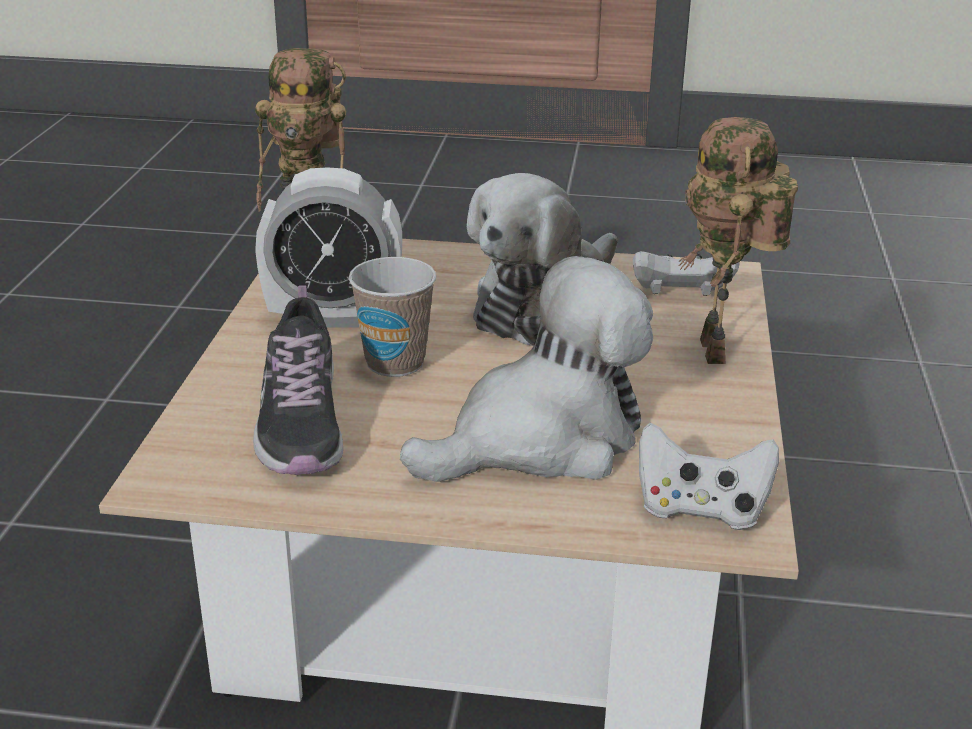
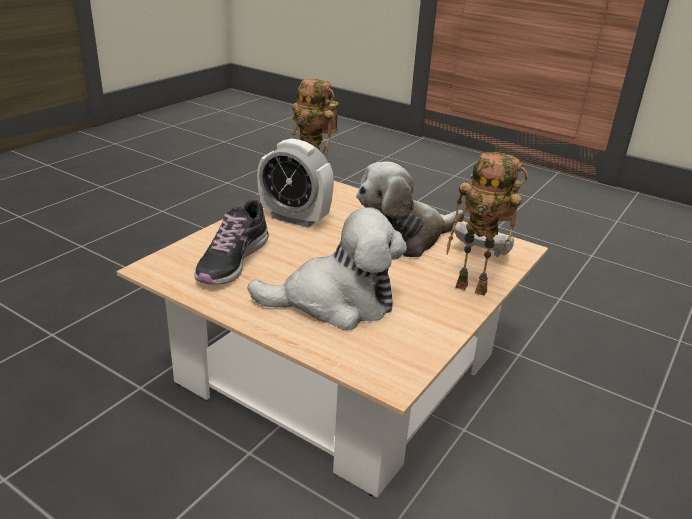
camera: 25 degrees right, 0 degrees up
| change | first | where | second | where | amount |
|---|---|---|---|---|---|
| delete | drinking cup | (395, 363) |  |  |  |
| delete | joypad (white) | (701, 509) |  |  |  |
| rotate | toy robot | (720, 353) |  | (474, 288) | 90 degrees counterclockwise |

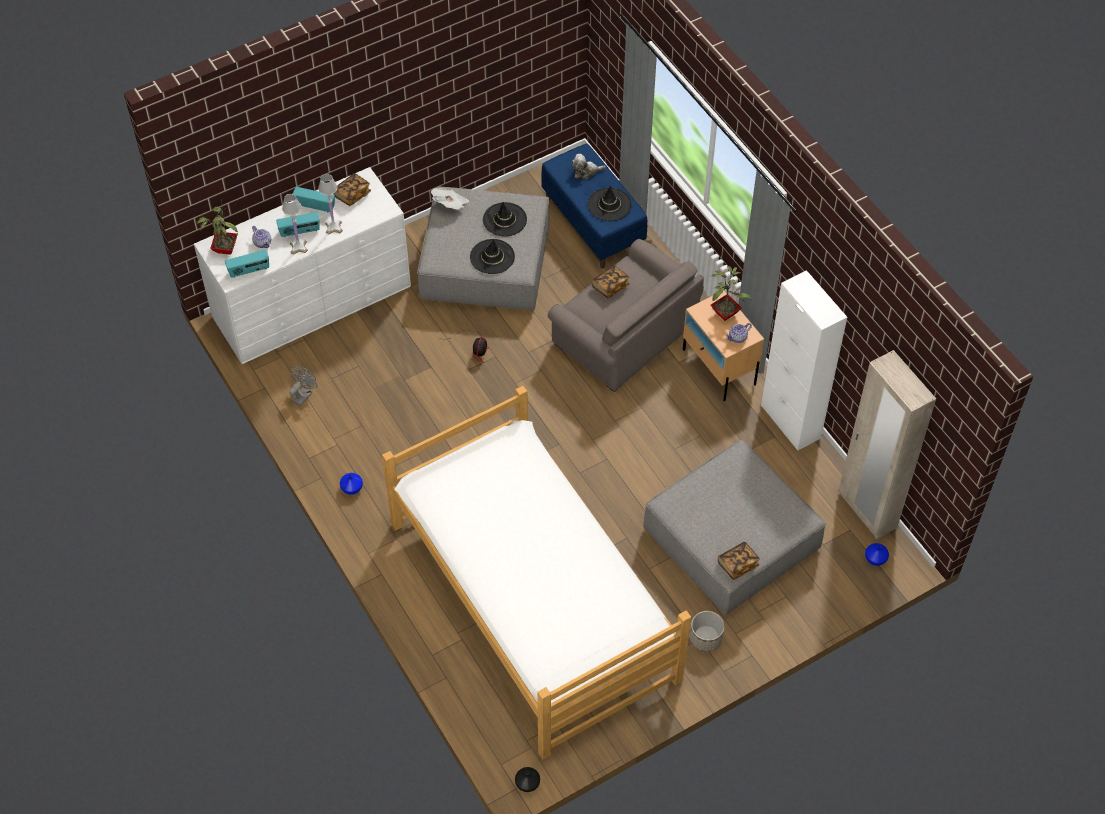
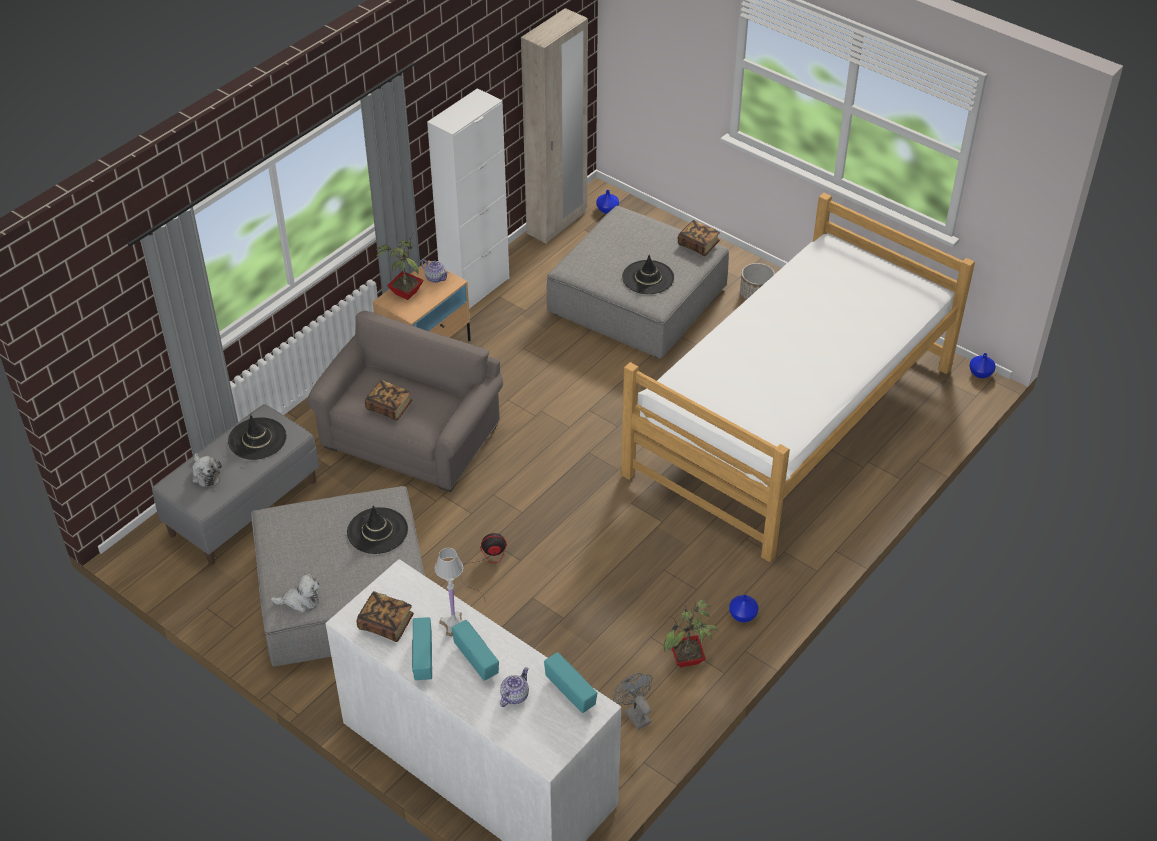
camera: 110 degrees left, 10 degrees down
| change | first | where | second | where | amount |
|---|---|---|---|---|---|
| delete | tabletop lamp (white) | (299, 247) |  |  |  |
| move | plant in a pot | (224, 248) |  | (687, 660) |  |
| move | clothing hat (black-coloured) | (504, 220) |  | (648, 277) |  |
| replace | printed paper | (450, 205) | soft toy | (300, 600) |  |
| recolor | flower vase (black-coloured) | (527, 784) | flower vase (bluish) | (981, 373) |  |
| recolor | long seat (bluish) | (593, 223) | long seat (greyish) | (243, 507) |  |
| rotate | cooling fan (greyish) | (303, 395) |  | (634, 714) | 45 degrees clockwise |

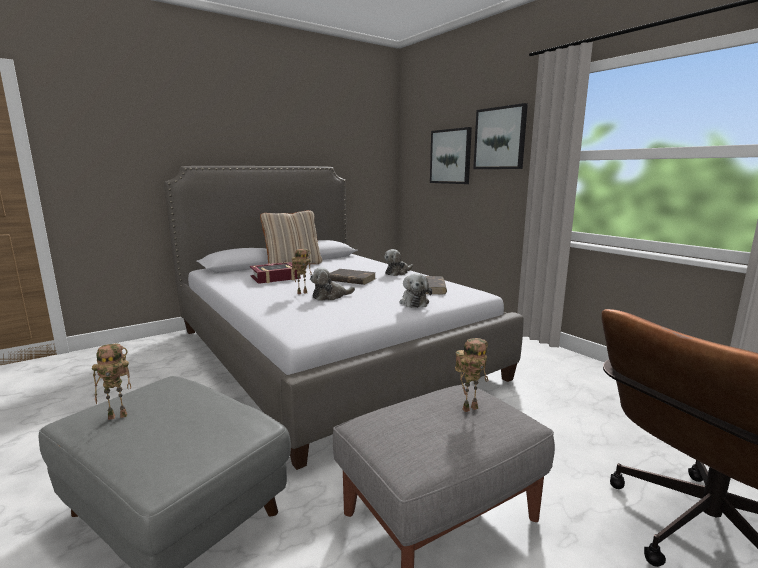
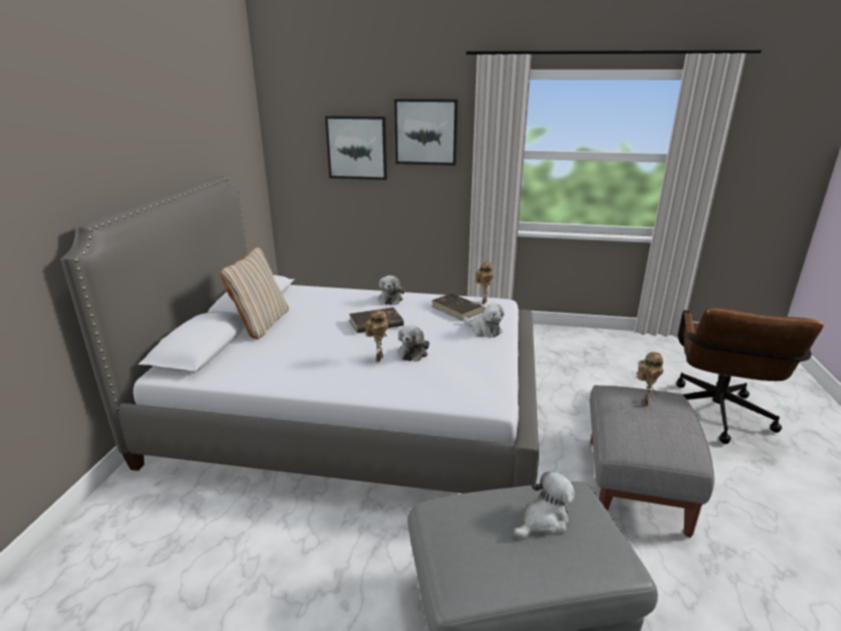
camera: 45 degrees left, 10 degrees up
| change | first | where | second | where | amount |
|---|---|---|---|---|---|
| delete | bound book | (275, 278) |  |  |  |
| insert |  |  | soft toy | (543, 520) |  |
| move | toy robot | (119, 415) |  | (483, 302) |  |

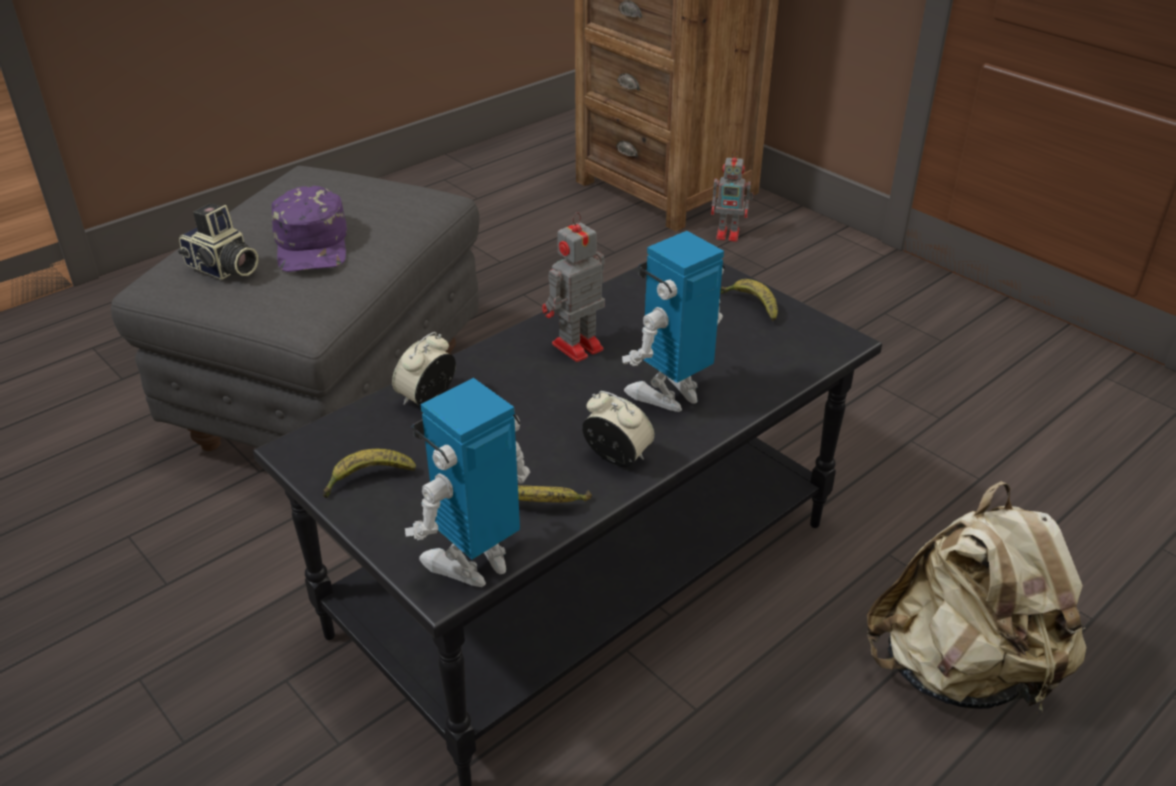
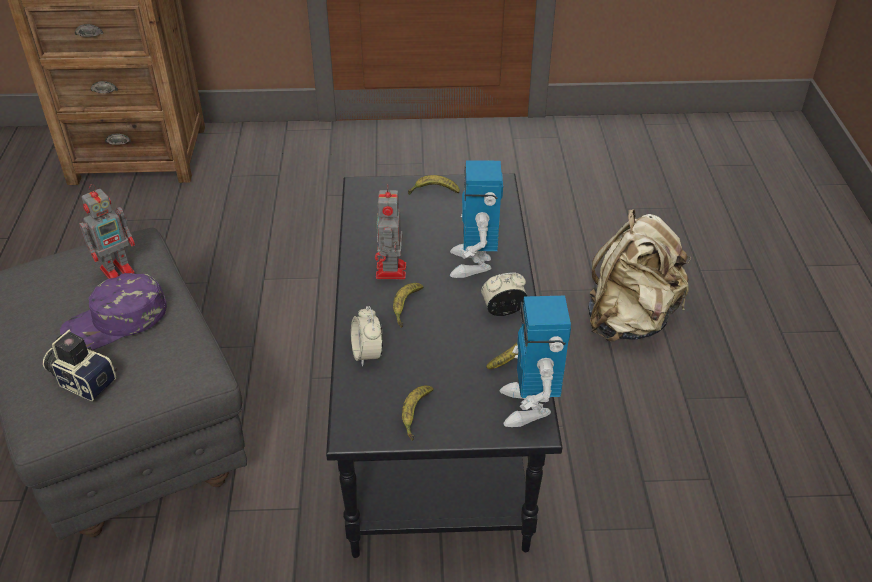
camera: 50 degrees left, 5 degrees up
| change | first | where | second | where | amount |
|---|---|---|---|---|---|
| insert |  |  | banana | (405, 307) |  |
| move | toy robot | (729, 234) |  | (119, 269) |  |
| rotate | photo camera | (223, 269) |  | (83, 380) | 135 degrees counterclockwise |
| rotate | peaked cap (purple-coloured) | (312, 244) |  | (115, 321) | 120 degrees clockwise |

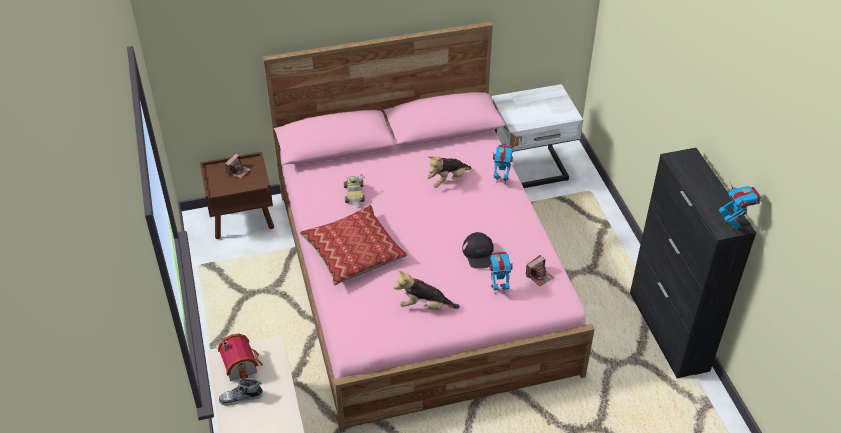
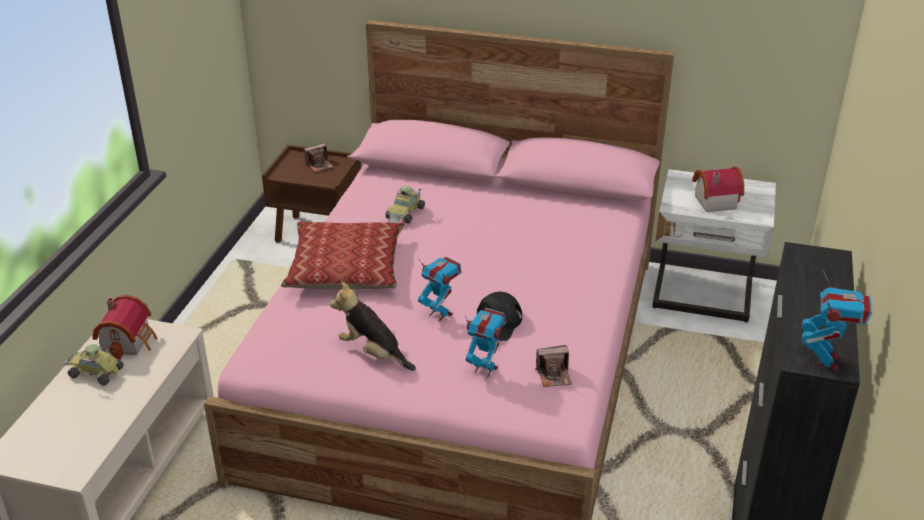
camera: 30 degrees right, 10 degrees down
| change | first | where | second | where | amount |
|---|---|---|---|---|---|
| delete | soft toy | (447, 180) |  |  |  |
| insert |  |  | miniature house | (713, 201) |  |
| move | toy robot | (501, 180) |  | (440, 314) |  |
| replace | item of footwear | (241, 397) | model car | (94, 373) |  |

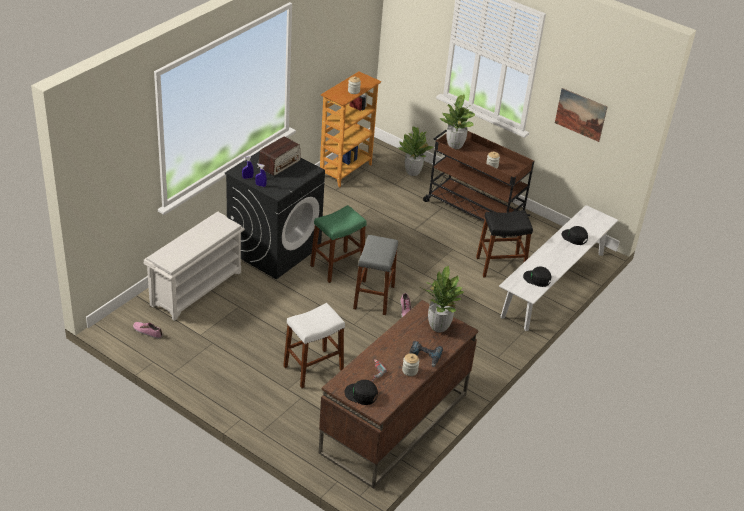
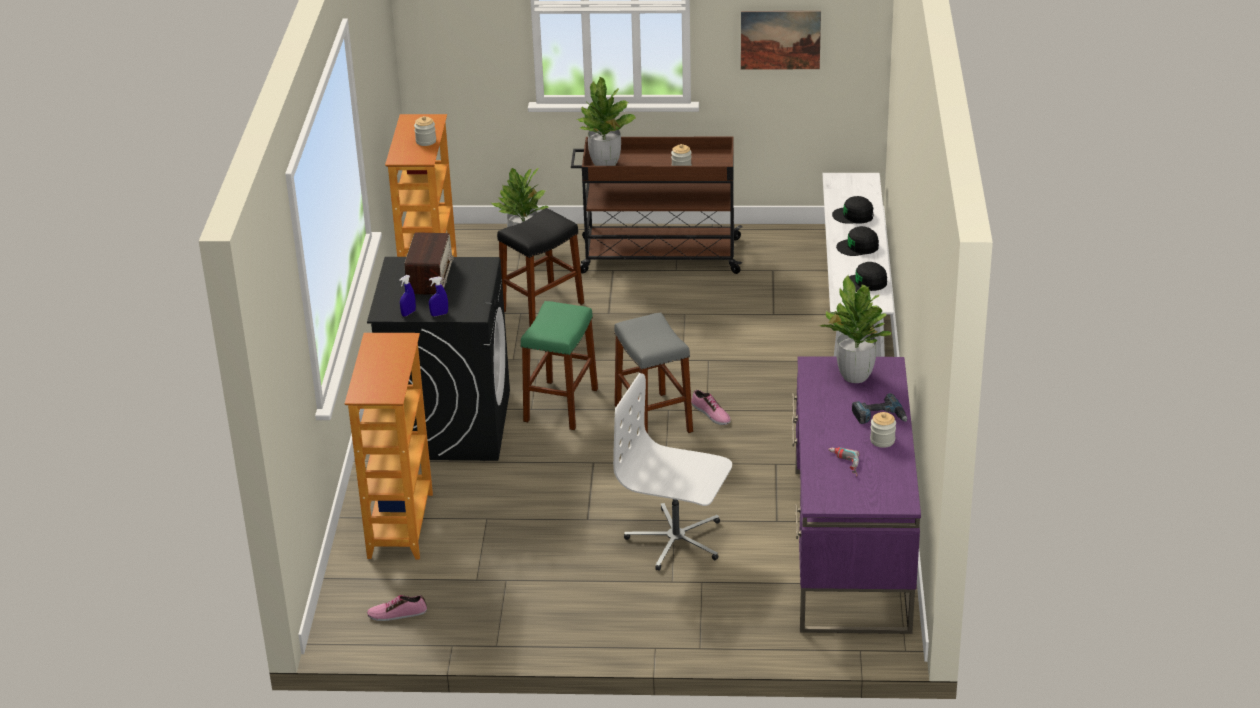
camera: 30 degrees left, 5 degrees down
| change | first | where | second | where | amount |
|---|---|---|---|---|---|
| move | peaked cap (black-coloured) | (361, 394) |  | (858, 247) |  |
| move | stool (black-coloured) | (500, 266) |  | (542, 307) |  |
| replace | shoe shelf (white) | (196, 288) | bookshelf | (399, 525) |  |
| replace | stool (white) | (313, 368) | office chair (white) | (676, 540) |  |
| recolor | desk table (brownish) | (394, 424) | desk table (purple-coloured) | (850, 550) |  |

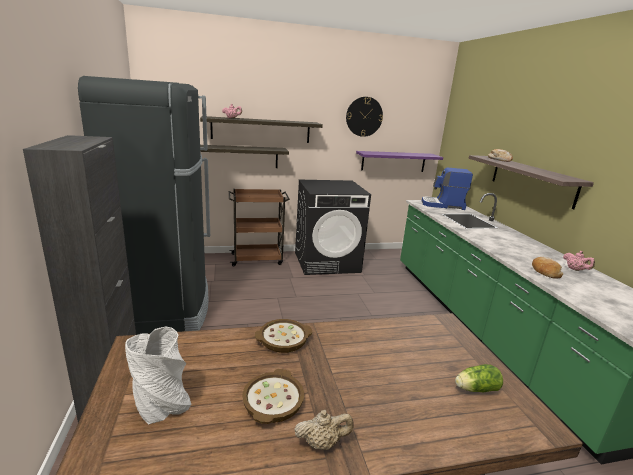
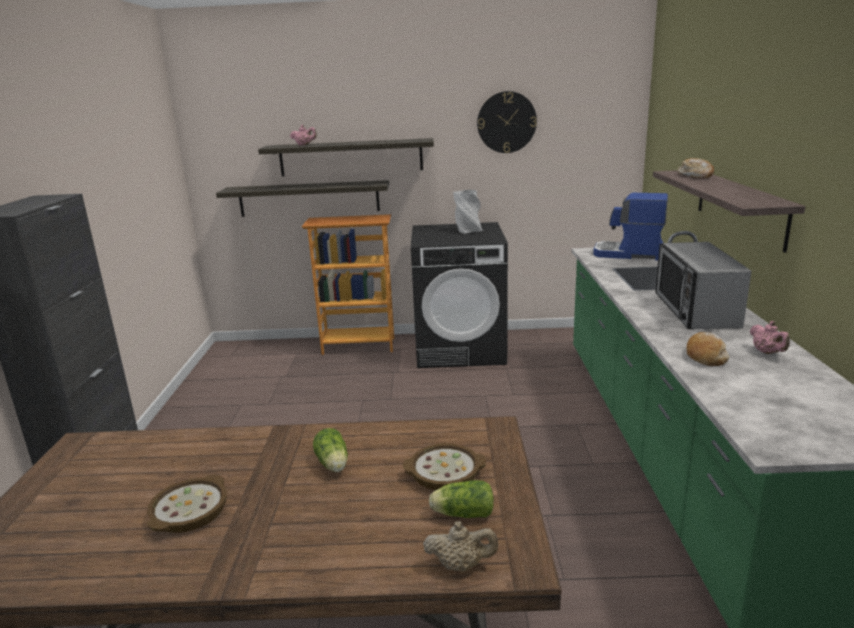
camera: 15 degrees right, 0 degrees up
| change | first | where | second | where | amount |
|---|---|---|---|---|---|
| delete | refrigerator (black-coloured) | (166, 307) |  |  |  |
| delete | bracket shelf (purple-coloured) | (393, 161) |  |  |  |
| insert |  |  | head of lettuce | (333, 464) |  |
| insert |  |  | microwave | (695, 310) |  |
| move | flower vase (greyish) | (162, 405) |  | (468, 230) |  |
| move | bowl | (283, 340) |  | (445, 474) |  |
| move | teapot (sand-coloured) | (322, 443) |  | (461, 565) |  |
| replace | trolley (brownish) | (257, 259) | bookshelf | (359, 346) |  |

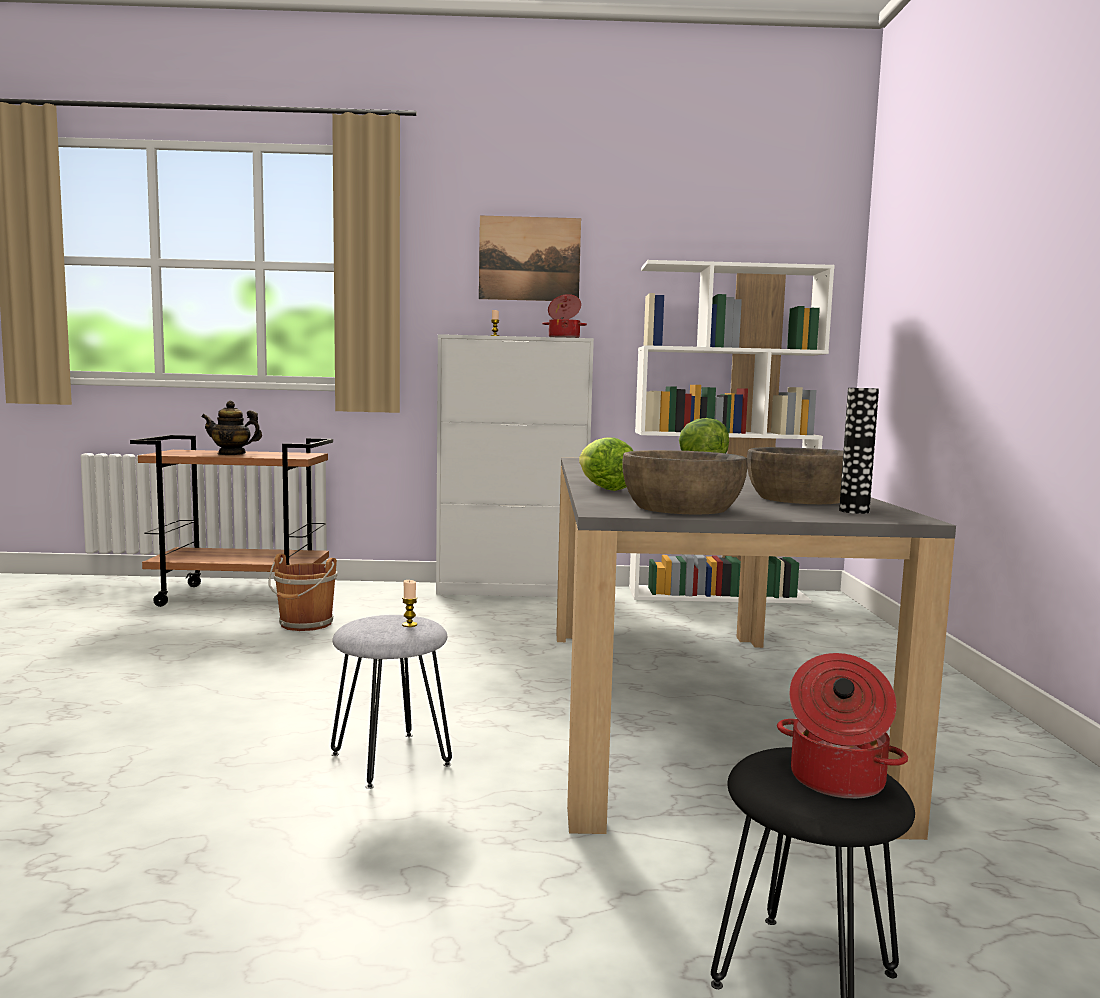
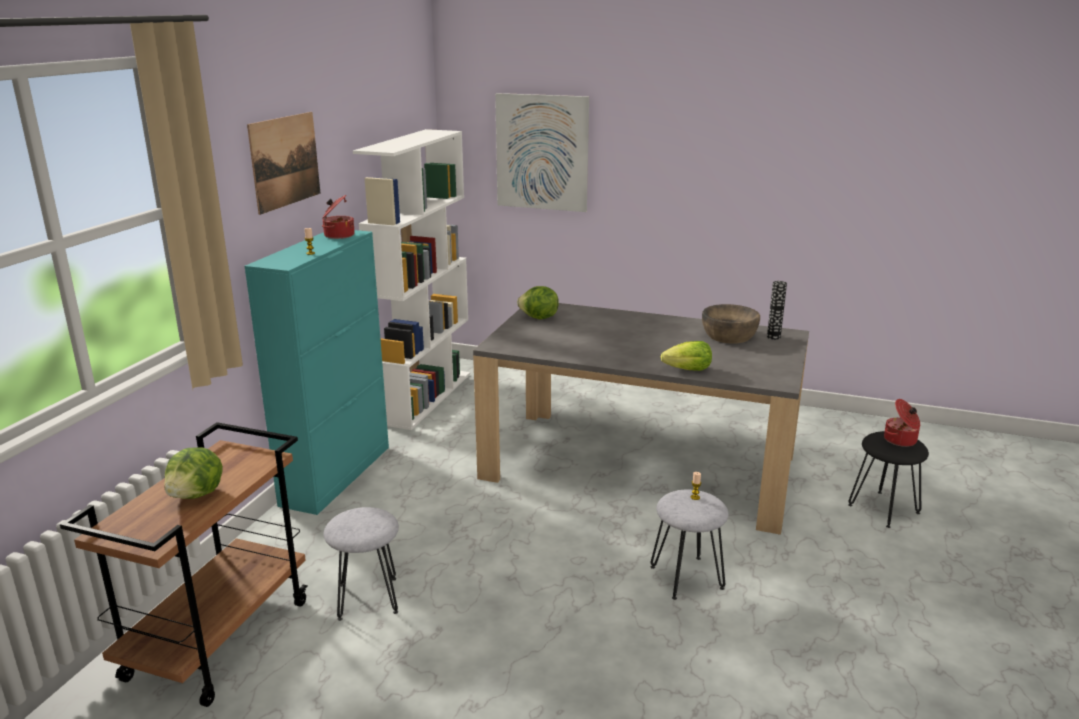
camera: 70 degrees left, 15 degrees up
| change | first | where | second | where | amount |
|---|---|---|---|---|---|
| delete | bowl (brownish) | (681, 507) |  |  |  |
| insert |  |  | wall art | (542, 152) |  |
| replace | teapot | (232, 454) | head of lettuce | (197, 495) |  |
| replace | bucket (brownish) | (305, 624) | stool (greyish) | (367, 597) |  |
| recolor | storage cabinet (white) | (512, 590) | storage cabinet (blue-green) | (337, 475) |  |

